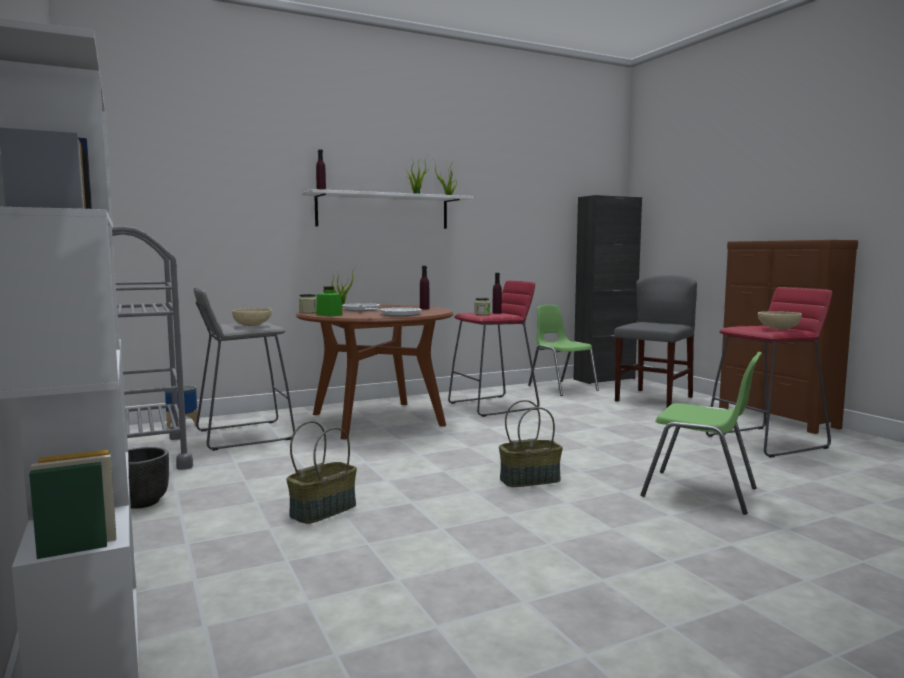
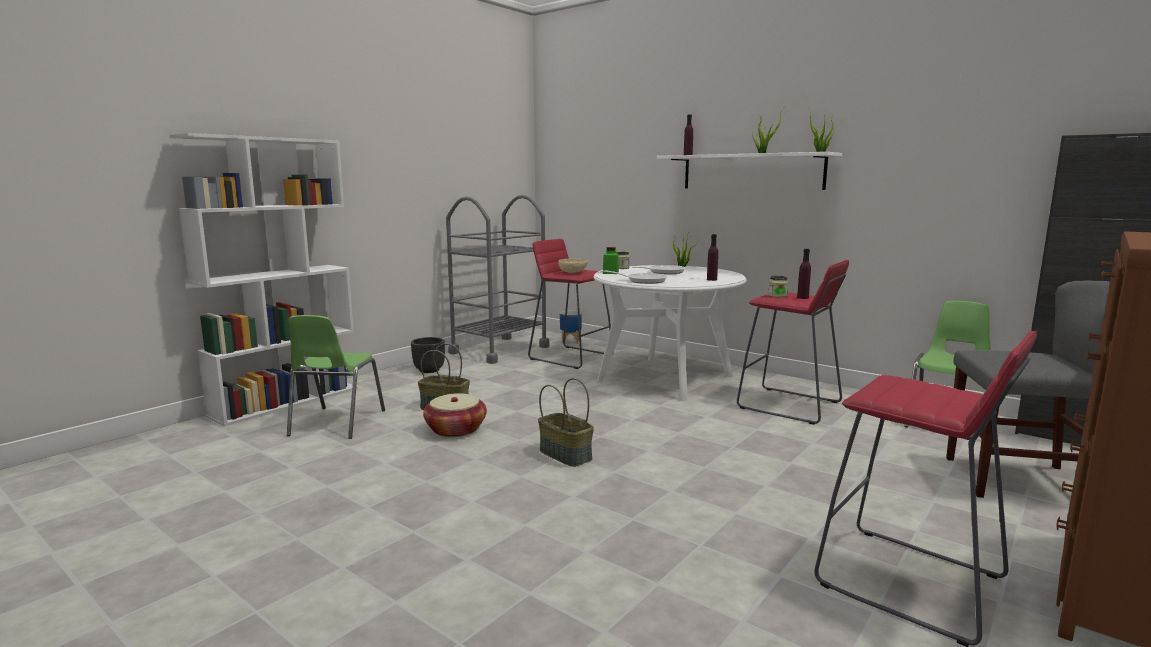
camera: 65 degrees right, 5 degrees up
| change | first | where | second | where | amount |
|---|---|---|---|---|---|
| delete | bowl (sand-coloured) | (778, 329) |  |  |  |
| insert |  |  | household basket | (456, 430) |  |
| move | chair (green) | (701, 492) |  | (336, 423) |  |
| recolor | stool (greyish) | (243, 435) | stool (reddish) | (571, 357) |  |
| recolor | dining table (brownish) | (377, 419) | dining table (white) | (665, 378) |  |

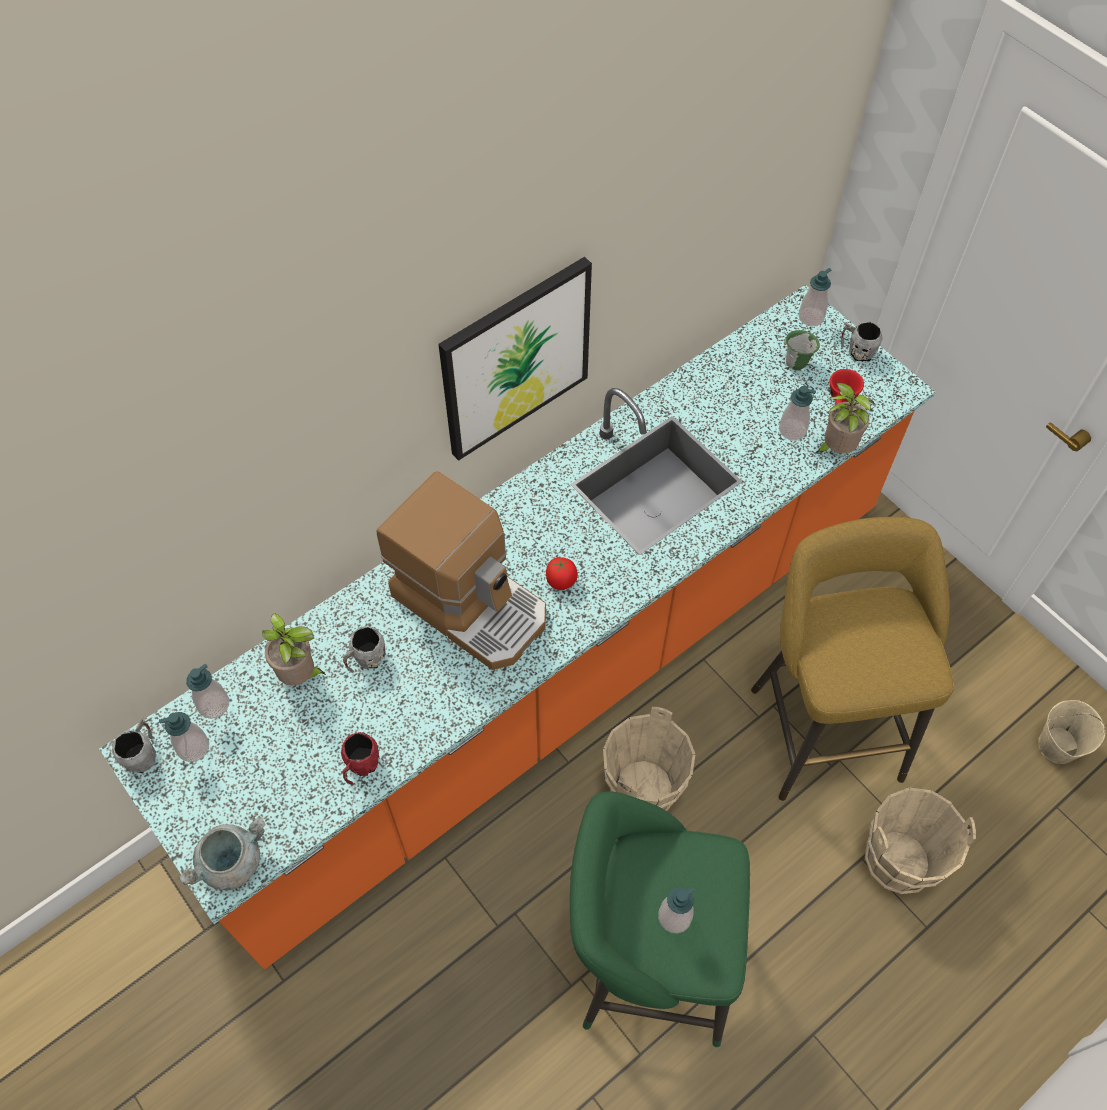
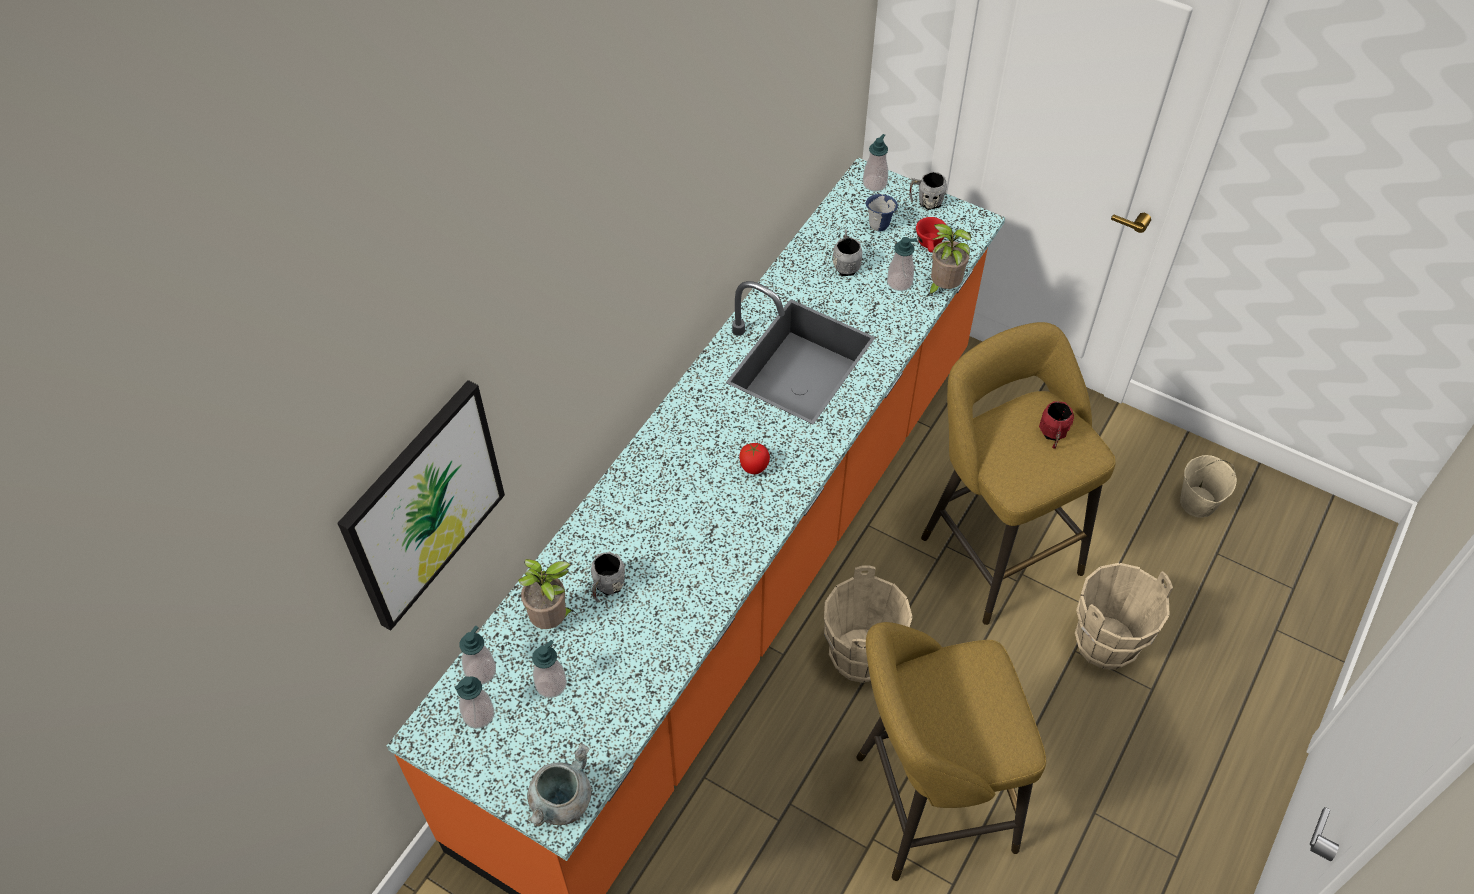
camera: 20 degrees left, 5 degrees down
| change | first | where | second | where | amount |
|---|---|---|---|---|---|
| delete | coffee machine | (472, 603) |  |  |  |
| move | tea mug (greyish) | (143, 754) |  | (846, 264) |  |
| move | tea mug (reddish) | (360, 767) |  | (1053, 435) |  |
| move | wall art | (515, 358) |  | (423, 505) |  |
| move | soap dispenser | (674, 917) |  | (551, 684) |  |
| recolor | stool (green) | (645, 963) | stool (yellowish) | (925, 805) |  |
| recolor | tea mug (green) | (797, 363) | tea mug (bluish) | (879, 225) |  |

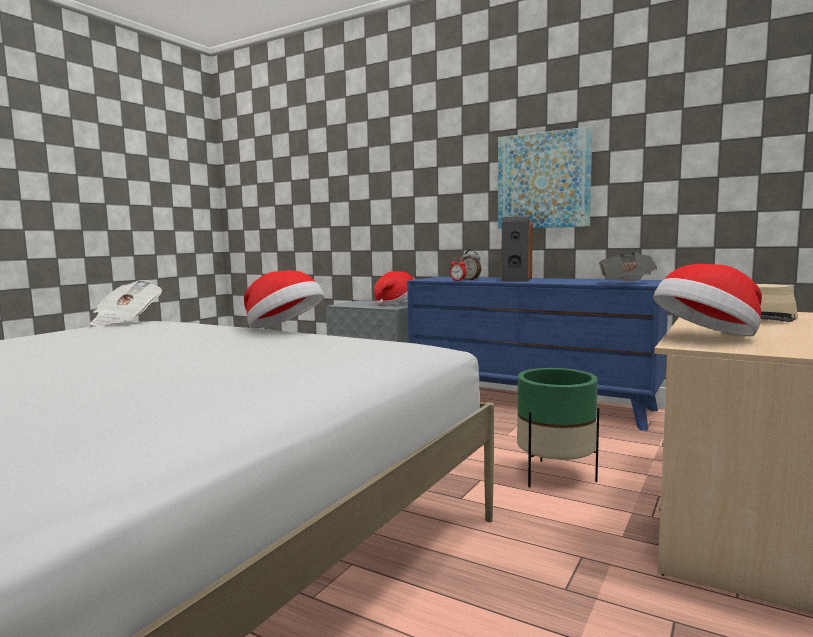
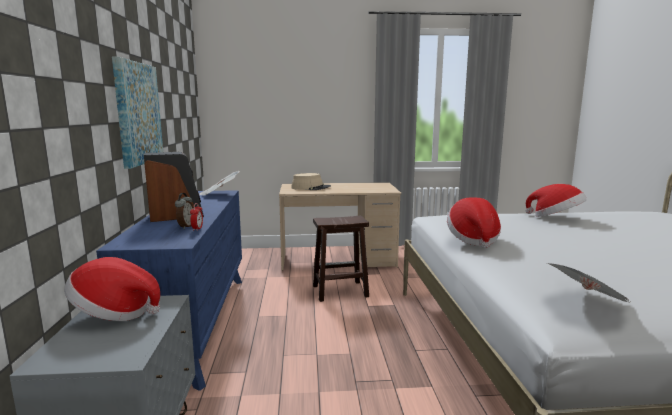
camera: 125 degrees left, 5 degrees up
| change | first | where | second | where | amount |
|---|---|---|---|---|---|
| move | clothing hat | (707, 337) |  | (555, 218) |  |
| replace | planter (green) | (555, 476) | stool (brownish) | (339, 291) |  |

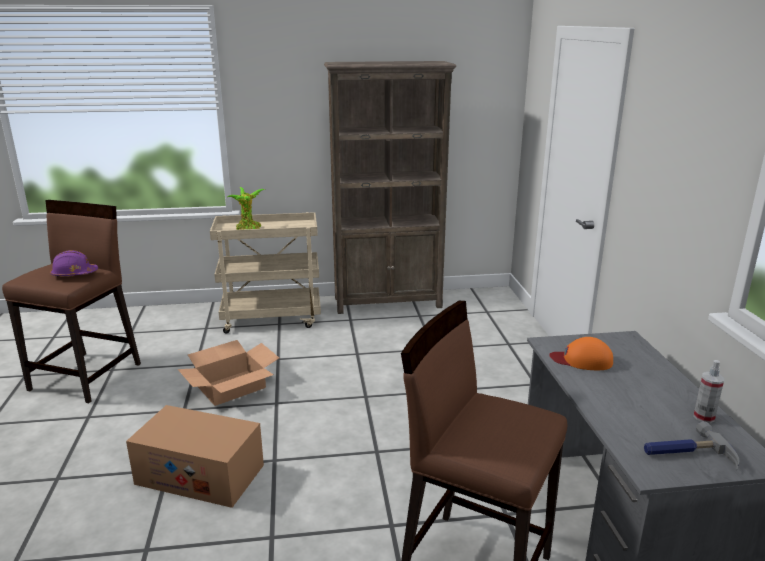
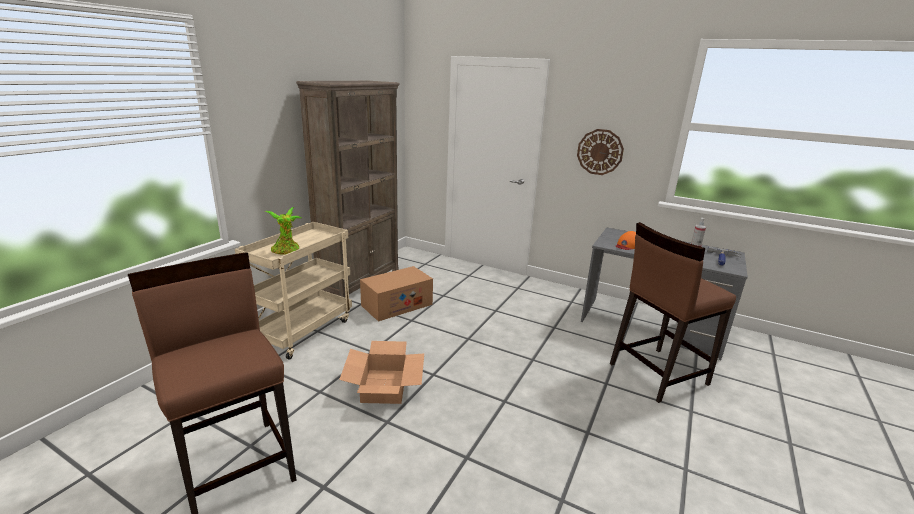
camera: 55 degrees left, 0 degrees up
| change | first | where | second | where | amount |
|---|---|---|---|---|---|
| delete | safety helmet (purple-coloured) | (74, 274) |  |  |  |
| insert |  |  | hanging clock | (600, 152) |  |
| move | cardboard box | (200, 474) |  | (397, 305) |  |

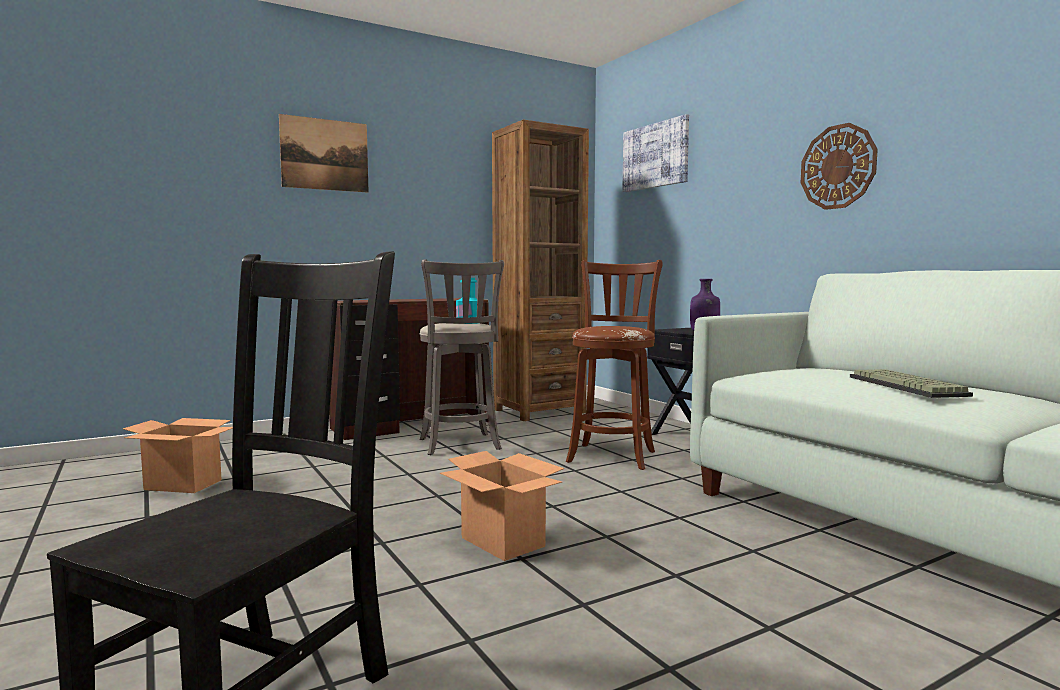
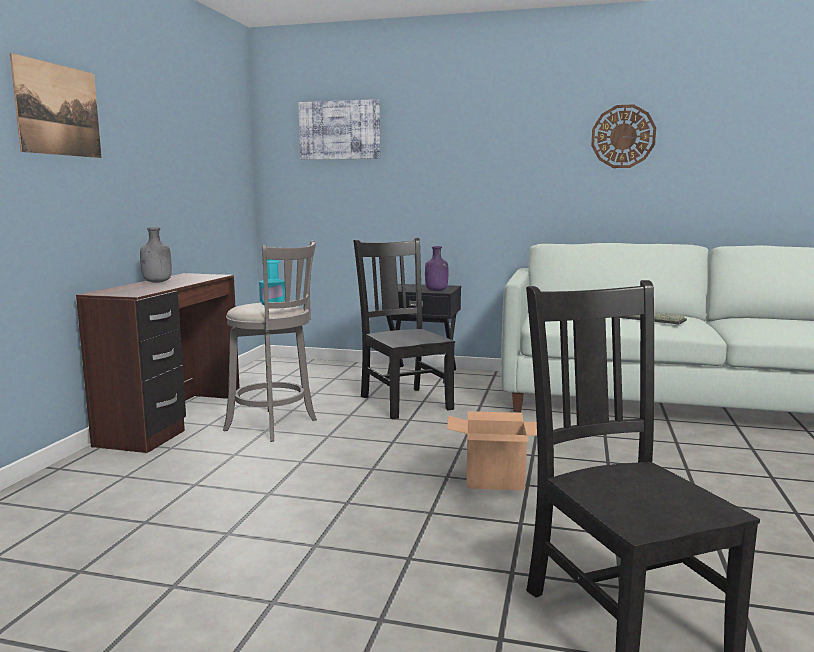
camera: 45 degrees left, 5 degrees up
| change | first | where | second | where | amount |
|---|---|---|---|---|---|
| delete | cardboard box | (184, 485) |  |  |  |
| delete | bookshelf (brownish) | (539, 411) |  |  |  |
| insert |  |  | beverage bottle (greyish) | (157, 282) |  |
| move | hanging clock | (838, 167) |  | (623, 136) |  |
| replace | stool (brownish) | (612, 455) | chair (black-coloured) | (404, 401) |  |

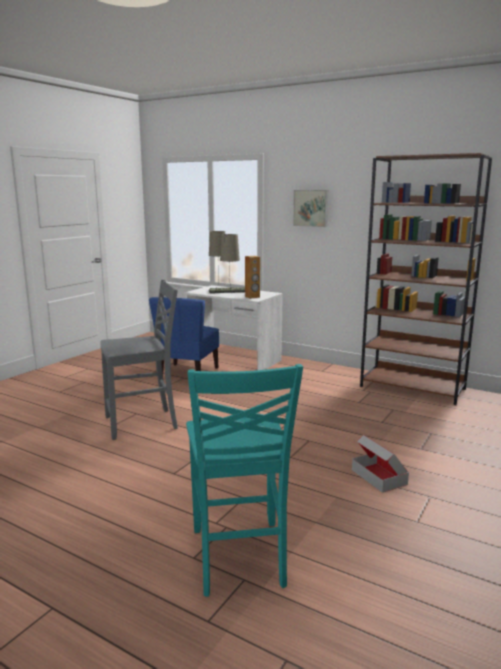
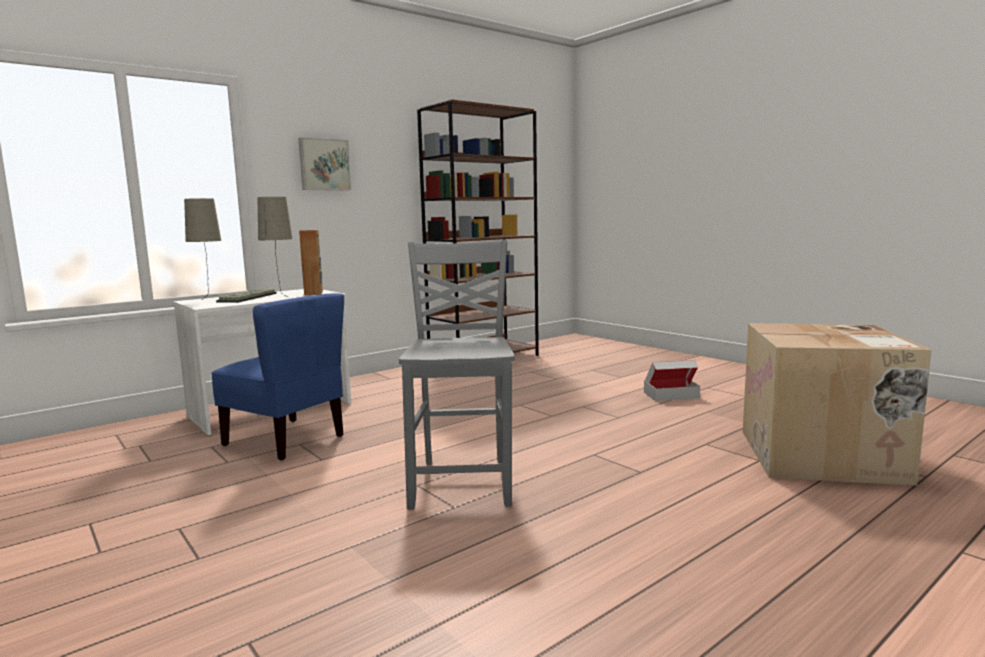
camera: 70 degrees left, 5 degrees down
| change | first | where | second | where | amount |
|---|---|---|---|---|---|
| replace | chair (blue-green) | (239, 558) | cardboard box | (822, 456) |  |

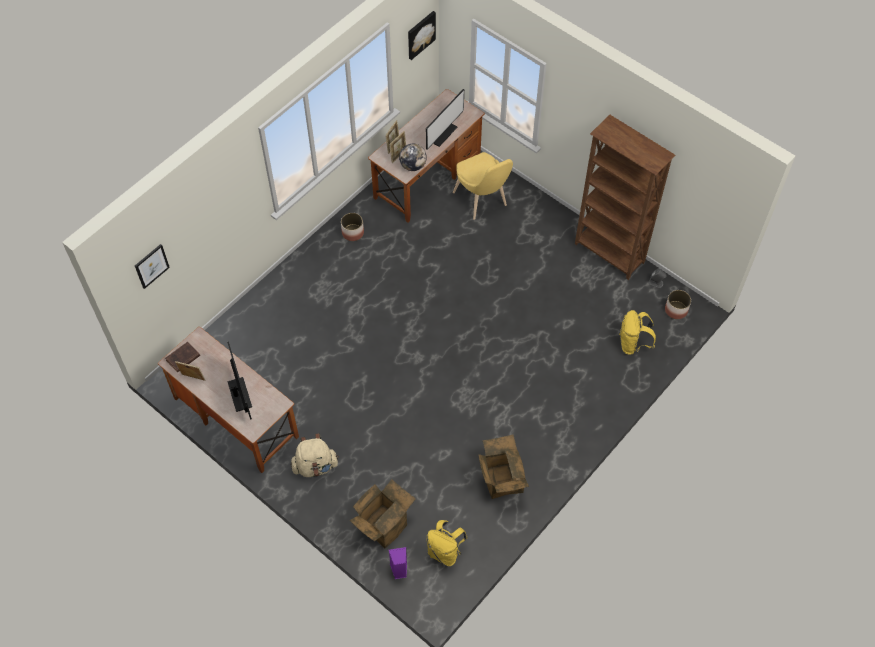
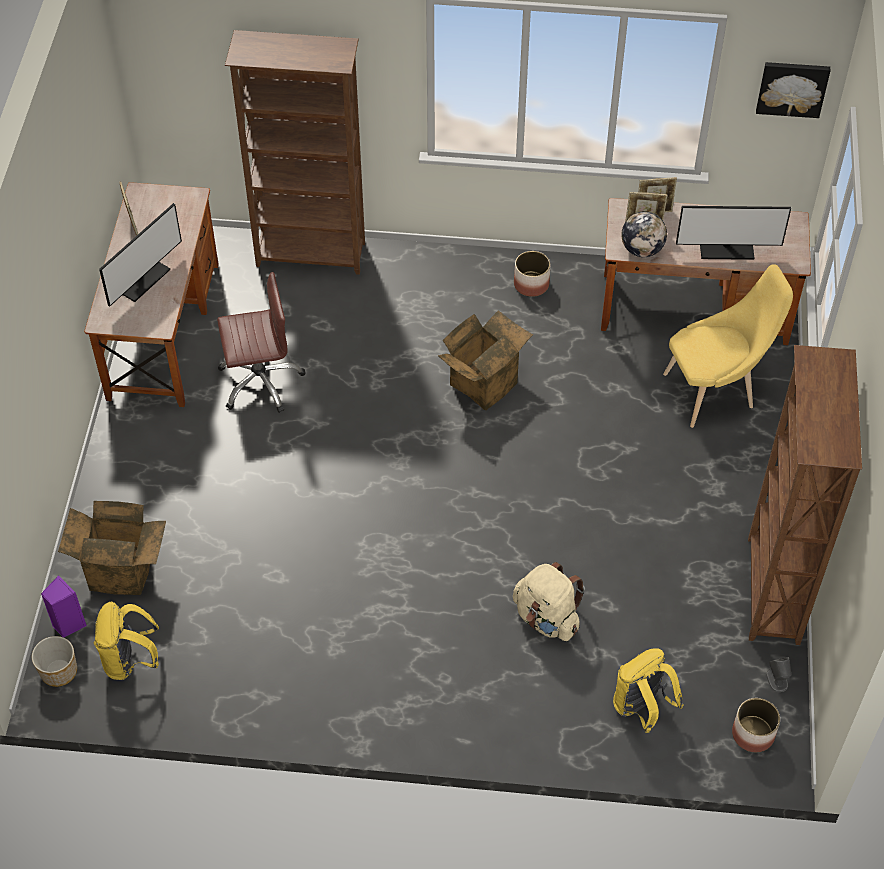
camera: 55 degrees right, 5 degrees down
| change | first | where | second | where | amount |
|---|---|---|---|---|---|
| delete | wall art | (151, 266) |  |  |  |
| delete | bound book (brownish) | (182, 358) |  |  |  |
| insert |  |  | planter | (59, 671) |  |
| insert |  |  | office chair (brownish) | (260, 381) |  |
| insert |  |  | bookshelf (brownish) | (311, 255) |  |
| move | rucksack (sand-coloured) | (315, 466) |  | (547, 618) |  |
| move | cardboard box | (501, 480) |  | (482, 381) |  |
| rotate | chair (yellowish) | (482, 201) |  | (714, 390) | 135 degrees counterclockwise |

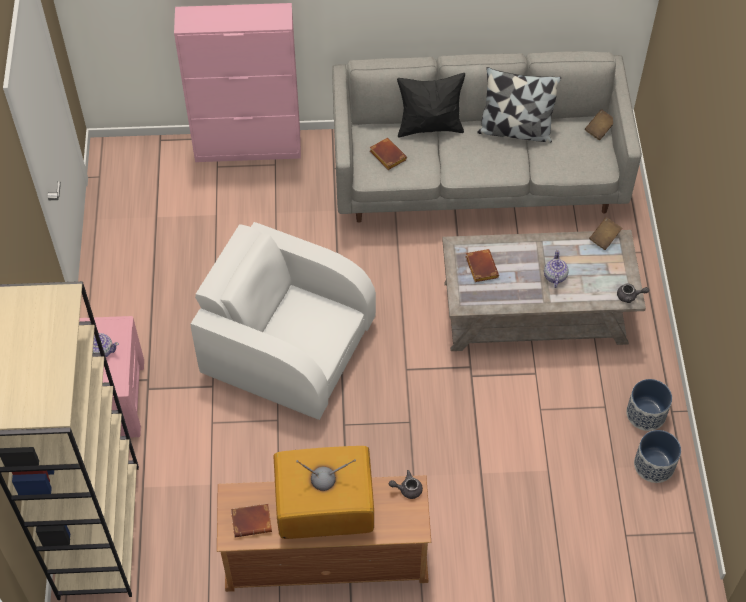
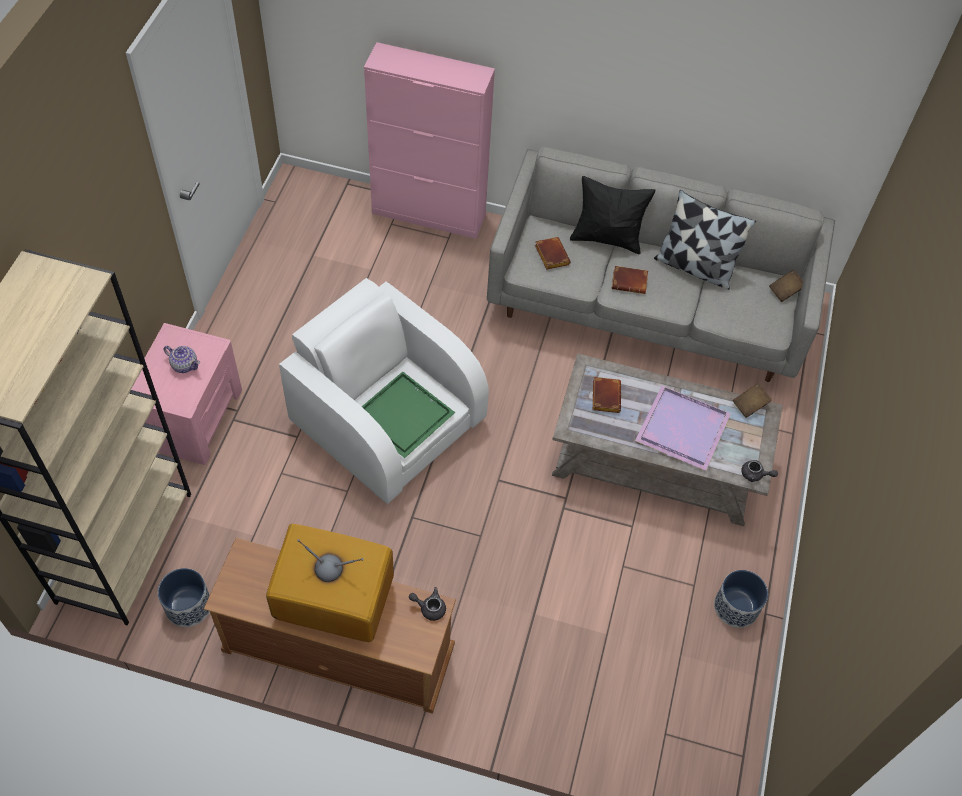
camera: 15 degrees right, 0 degrees up
| change | first | where | second | where | amount |
|---|---|---|---|---|---|
| insert |  |  | tray (green) | (405, 415) |  |
| move | bound book (brownish) | (252, 521) |  | (630, 282) |  |
| move | planter | (654, 465) |  | (189, 606) |  |
| replace | teapot | (554, 276) | tray (purple-coloured) | (680, 429) |  |

